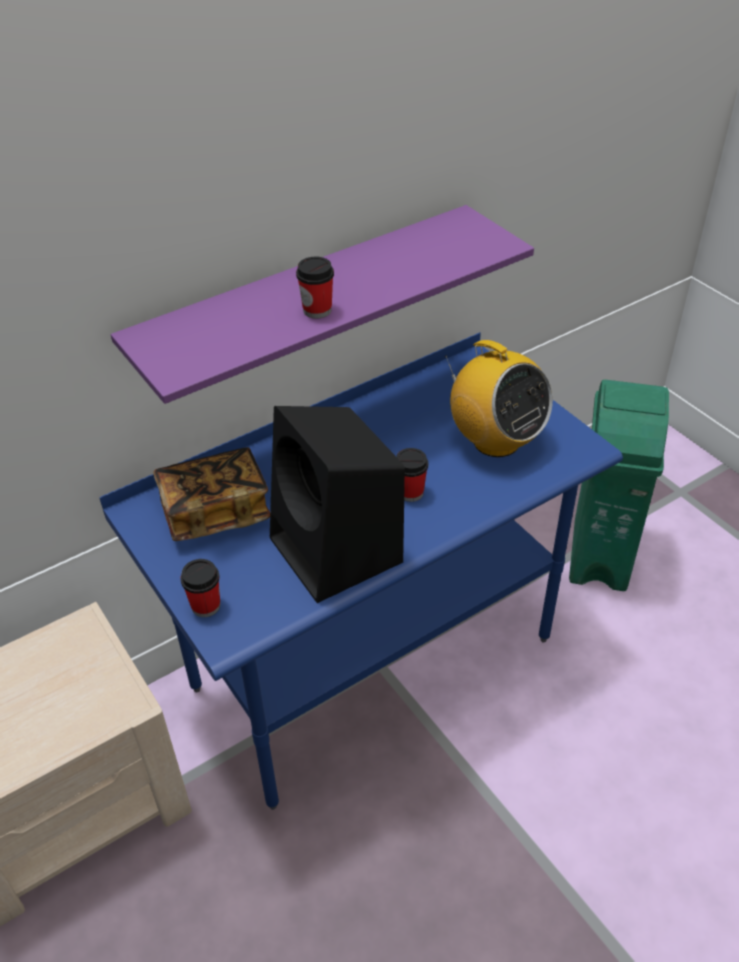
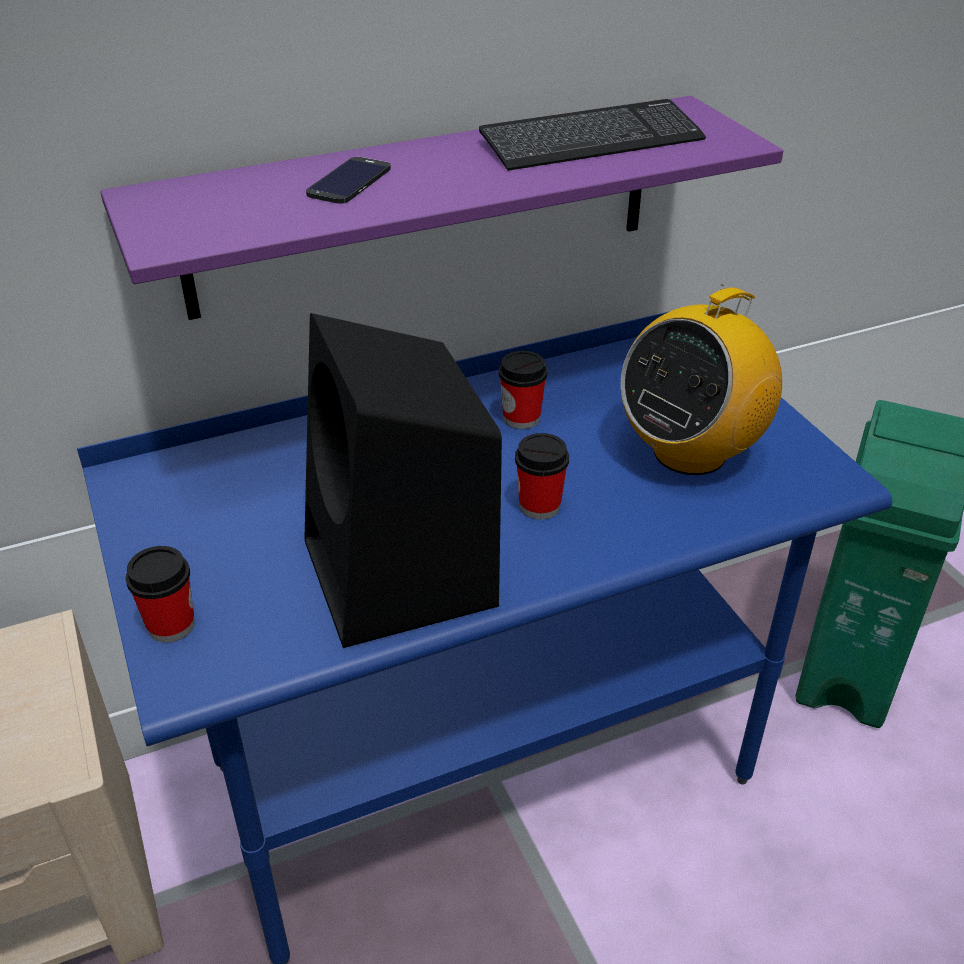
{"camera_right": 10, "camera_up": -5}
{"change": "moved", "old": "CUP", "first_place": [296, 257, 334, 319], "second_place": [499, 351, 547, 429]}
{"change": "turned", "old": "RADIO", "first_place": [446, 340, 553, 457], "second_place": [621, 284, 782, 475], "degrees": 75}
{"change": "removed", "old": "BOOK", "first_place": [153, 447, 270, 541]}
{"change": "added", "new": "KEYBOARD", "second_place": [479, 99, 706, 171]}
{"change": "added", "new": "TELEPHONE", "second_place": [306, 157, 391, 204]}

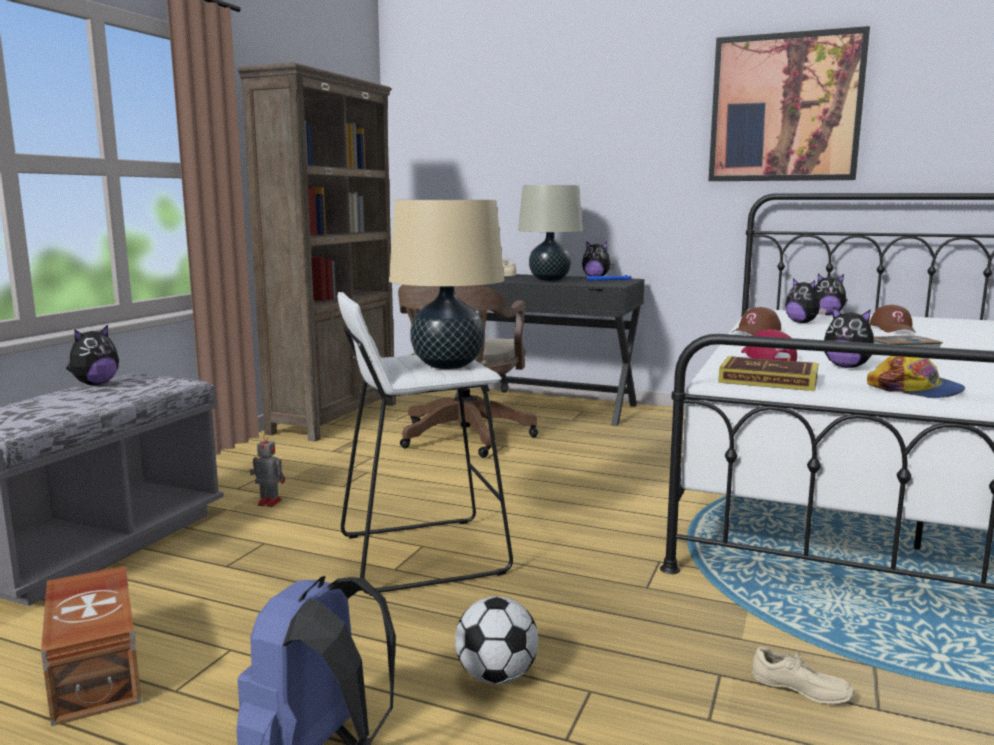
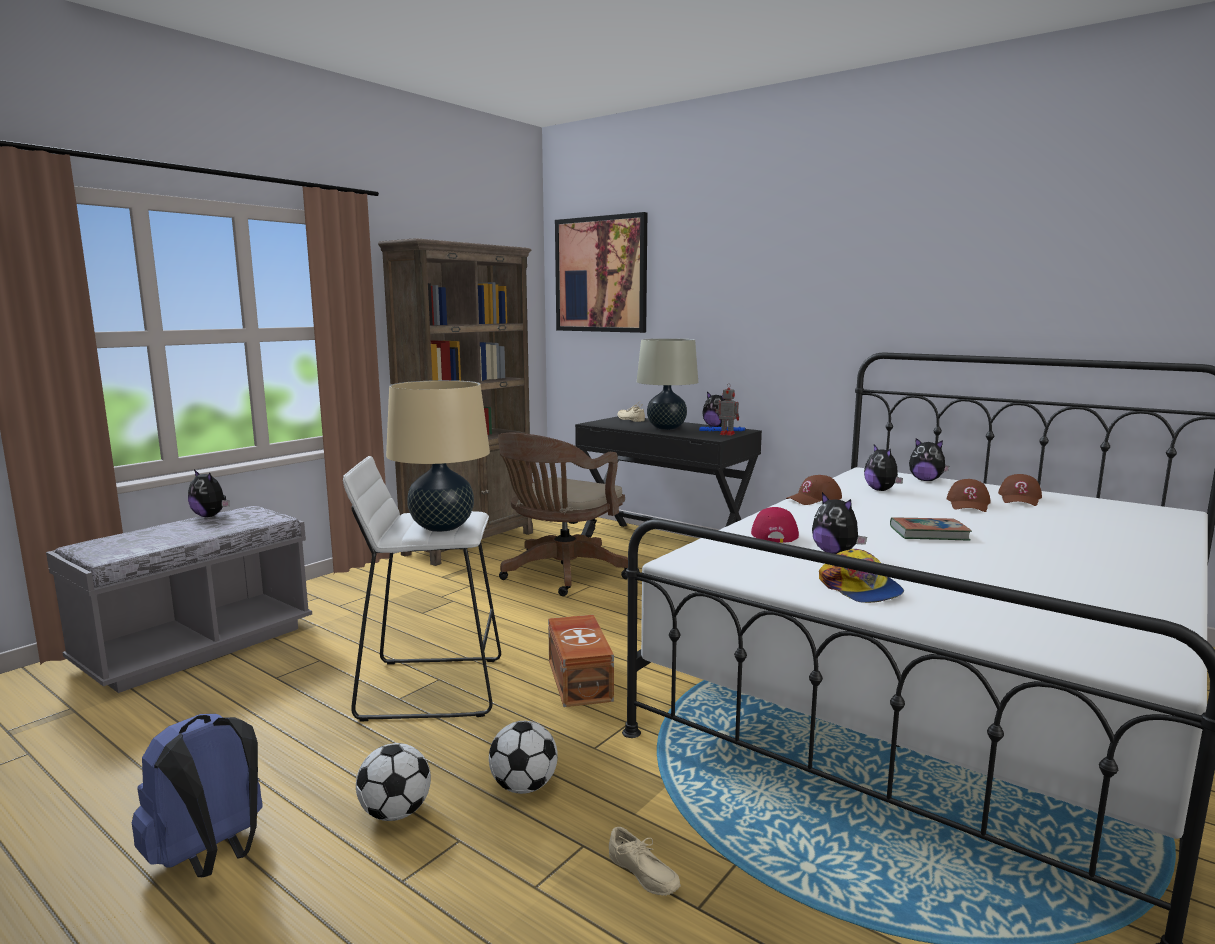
{"camera_right": 15, "camera_up": 0}
{"change": "moved", "old": "WALL PICTURE", "first_place": [708, 26, 870, 181], "second_place": [555, 212, 647, 333]}
{"change": "turned", "old": "PLUSH TOY", "first_place": [66, 325, 119, 385], "second_place": [188, 470, 230, 517], "degrees": 75}
{"change": "removed", "old": "BOOK", "first_place": [718, 356, 819, 391]}
{"change": "moved", "old": "ROBOT FIGURE", "first_place": [250, 434, 285, 507], "second_place": [716, 383, 739, 436]}
{"change": "moved", "old": "BROWNISH STORAGE BOX", "first_place": [41, 566, 142, 726], "second_place": [548, 615, 614, 707]}
{"change": "added", "new": "BROWNISH CAP", "second_place": [998, 474, 1042, 506]}
{"change": "added", "new": "BALL FOR FOOTBALL", "second_place": [489, 721, 558, 794]}

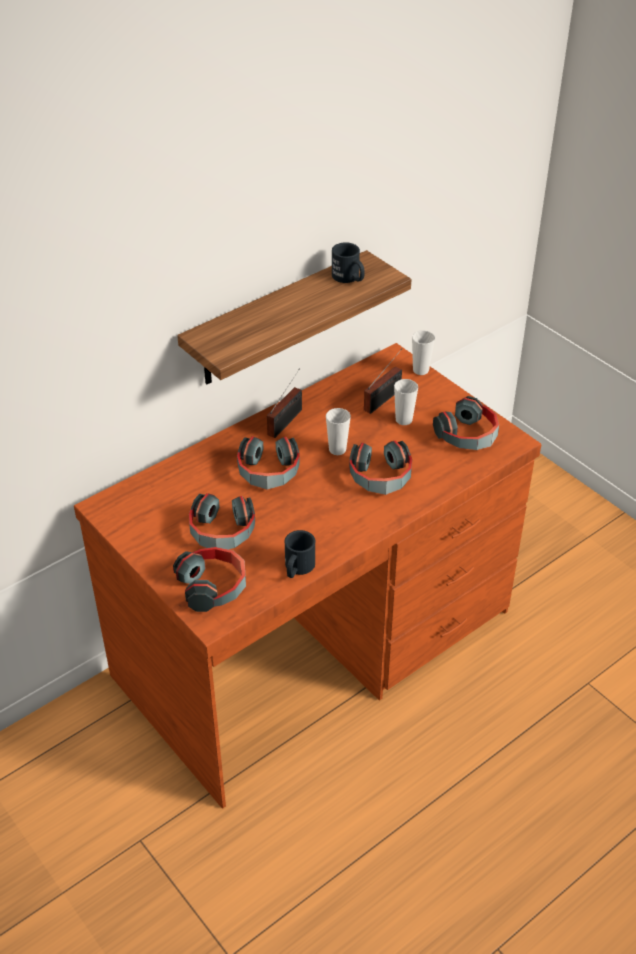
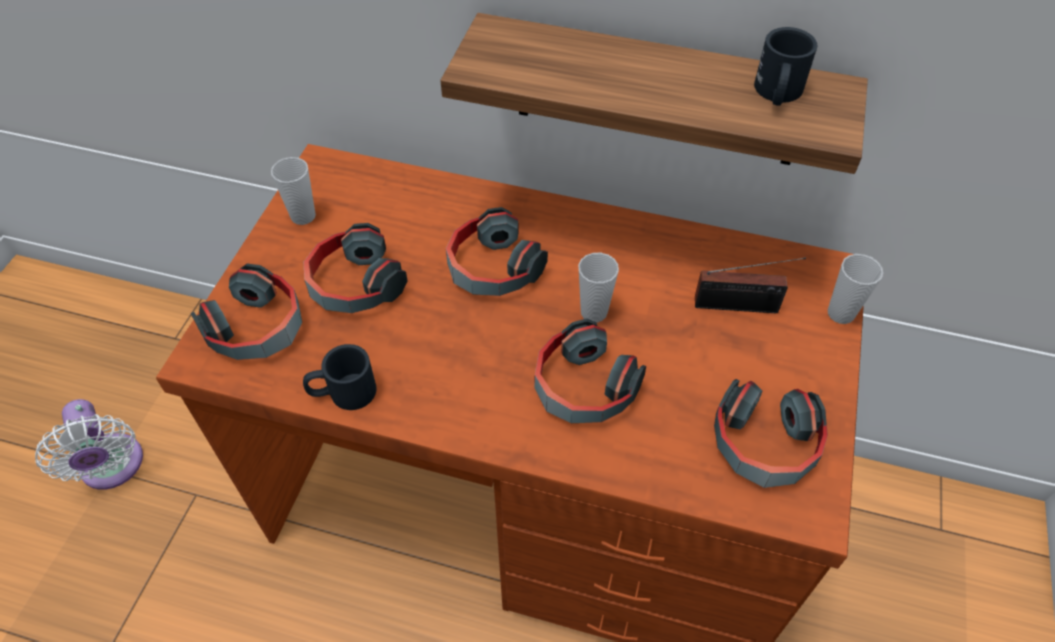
{"camera_right": 55, "camera_up": 10}
{"change": "removed", "old": "RADIO", "first_place": [267, 368, 302, 438]}
{"change": "moved", "old": "CUP", "first_place": [394, 379, 418, 425], "second_place": [271, 157, 316, 225]}
{"change": "added", "new": "WHITE-COLOURED ELECTRIC FAN", "second_place": [35, 399, 143, 490]}

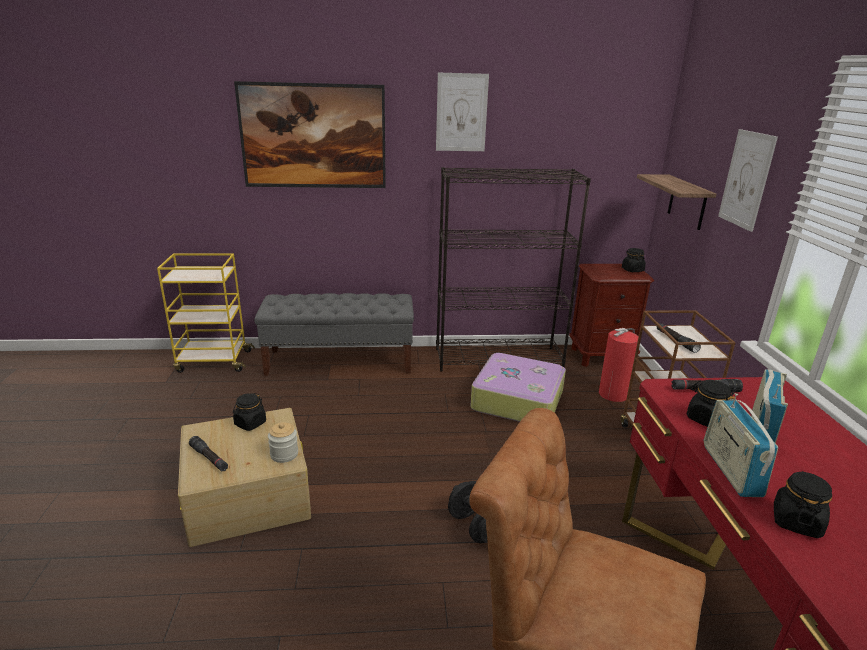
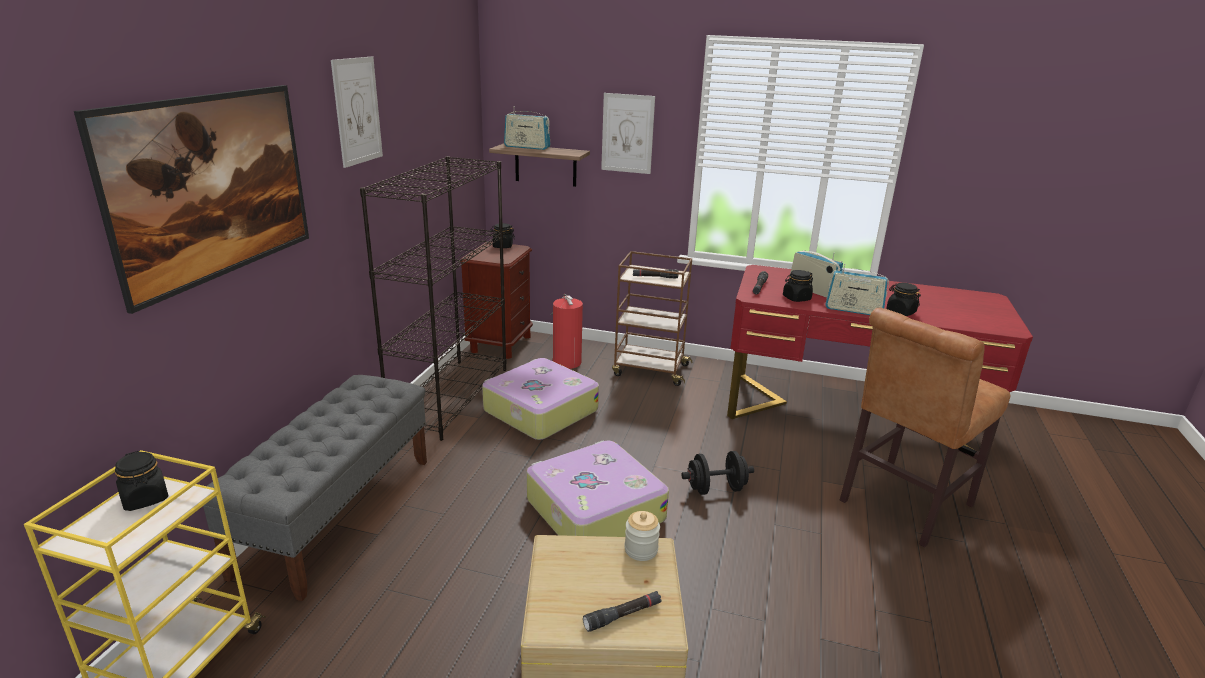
{"camera_right": -70, "camera_up": 0}
{"change": "moved", "old": "BLACKISH PRESERVE JAR", "first_place": [233, 393, 266, 431], "second_place": [115, 451, 168, 511]}
{"change": "added", "new": "RADIO", "second_place": [504, 111, 550, 150]}
{"change": "added", "new": "TRAVEL CASE", "second_place": [527, 440, 669, 537]}

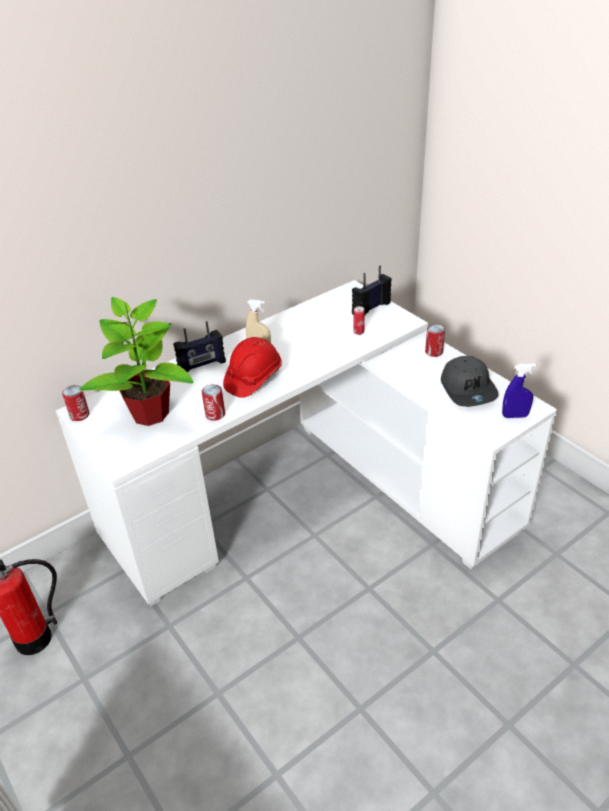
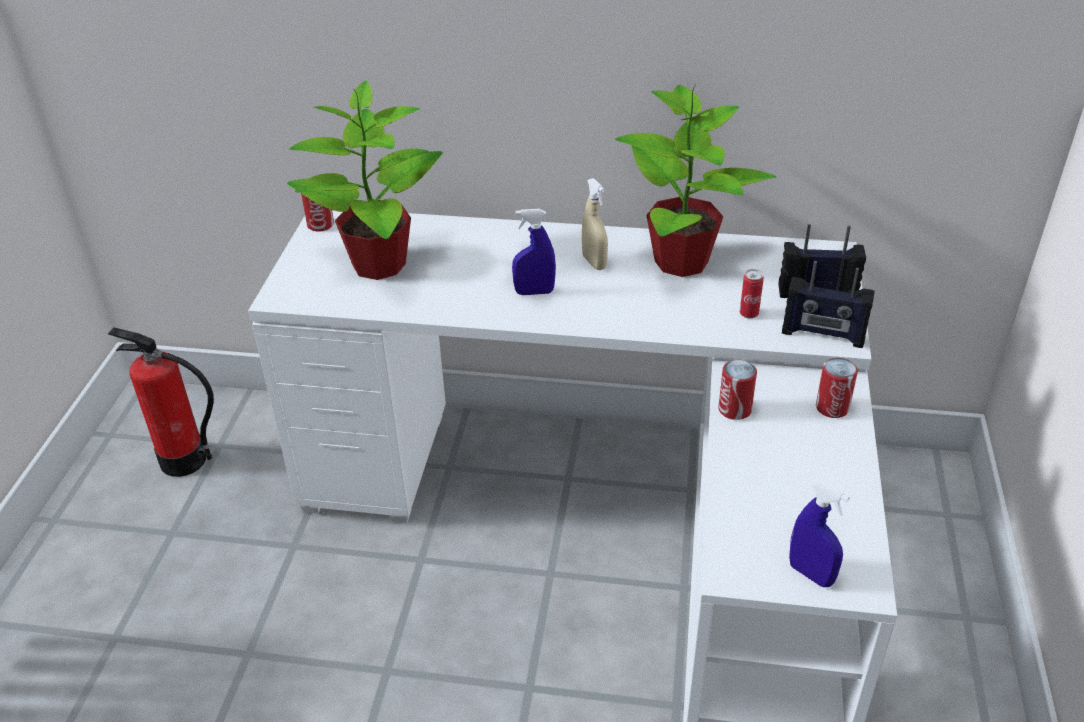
{"camera_right": 45, "camera_up": 0}
{"change": "moved", "old": "RADIO", "first_place": [173, 321, 226, 373], "second_place": [782, 261, 875, 348]}
{"change": "replaced", "old": "REDDISH WORK HELMET", "new": "BLUISH SPRAYER", "first_place": [223, 337, 282, 398], "second_place": [512, 209, 556, 295]}
{"change": "removed", "old": "GREY CAP", "first_place": [441, 356, 499, 407]}
{"change": "moved", "old": "METAL CAN", "first_place": [202, 384, 225, 421], "second_place": [718, 360, 757, 420]}
{"change": "added", "new": "PLANT IN A POT", "second_place": [615, 85, 777, 277]}

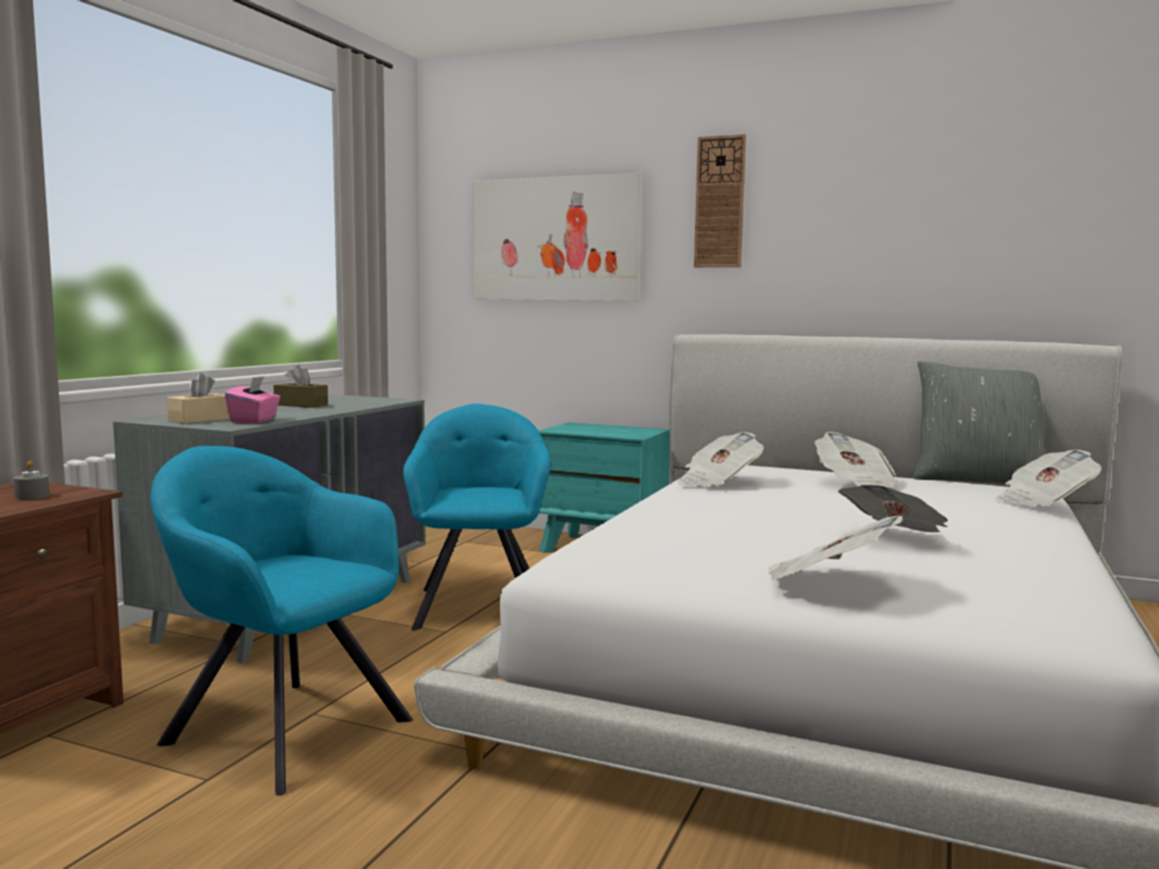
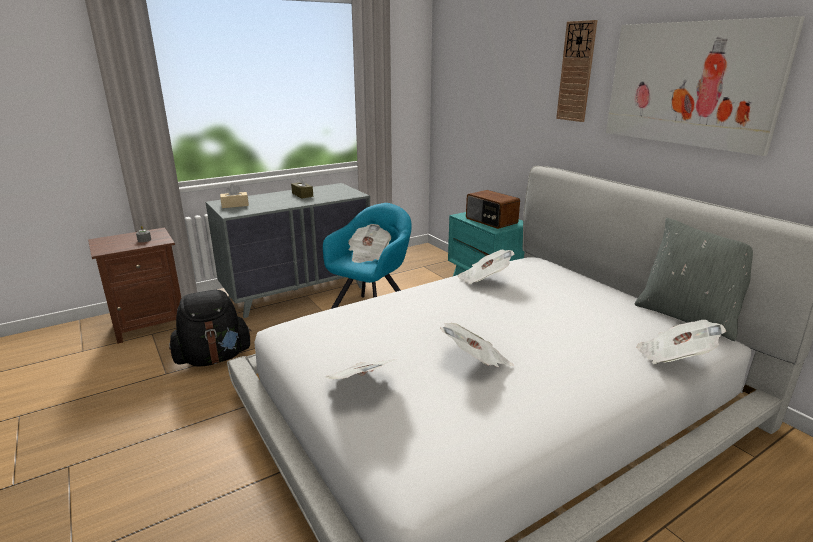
{"camera_right": 35, "camera_up": 15}
{"change": "moved", "old": "WALL PICTURE", "first_place": [473, 173, 643, 301], "second_place": [606, 16, 805, 156]}
{"change": "removed", "old": "PINKISH TISSUE BOX", "first_place": [225, 376, 280, 423]}
{"change": "moved", "old": "DAILY PAPER", "first_place": [814, 432, 899, 488], "second_place": [348, 224, 391, 263]}
{"change": "replaced", "old": "TURQUOISE EASY CHAIR", "new": "BLACKISH BACKPACK", "first_place": [150, 446, 413, 796], "second_place": [169, 290, 251, 367]}
{"change": "added", "new": "RADIO", "second_place": [466, 190, 520, 229]}

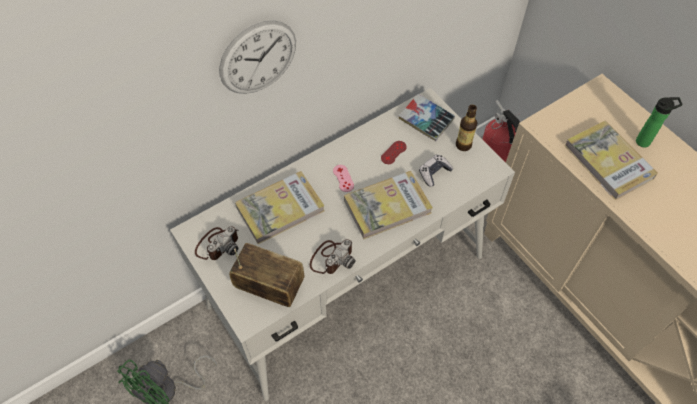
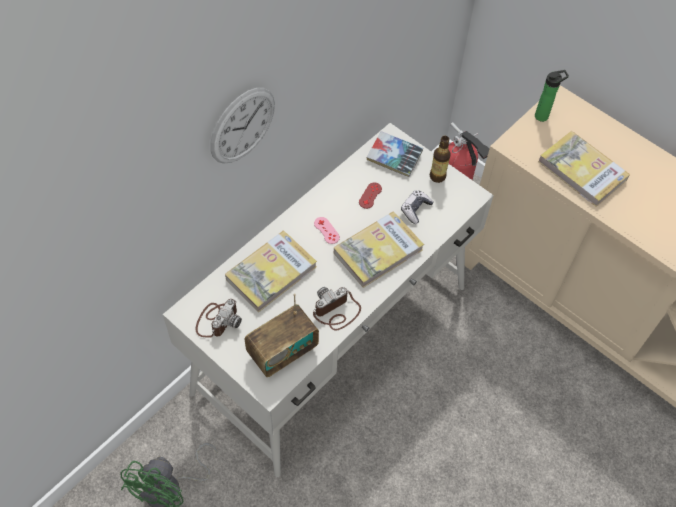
{"camera_right": -15, "camera_up": 0}
{"change": "moved", "old": "BEVERAGE BOTTLE", "first_place": [636, 97, 682, 147], "second_place": [535, 70, 569, 122]}
{"change": "turned", "old": "STILL CAMERA", "first_place": [310, 239, 355, 274], "second_place": [313, 287, 361, 330], "degrees": -150}
{"change": "turned", "old": "RADIO", "first_place": [229, 243, 304, 307], "second_place": [245, 293, 319, 377], "degrees": 135}

